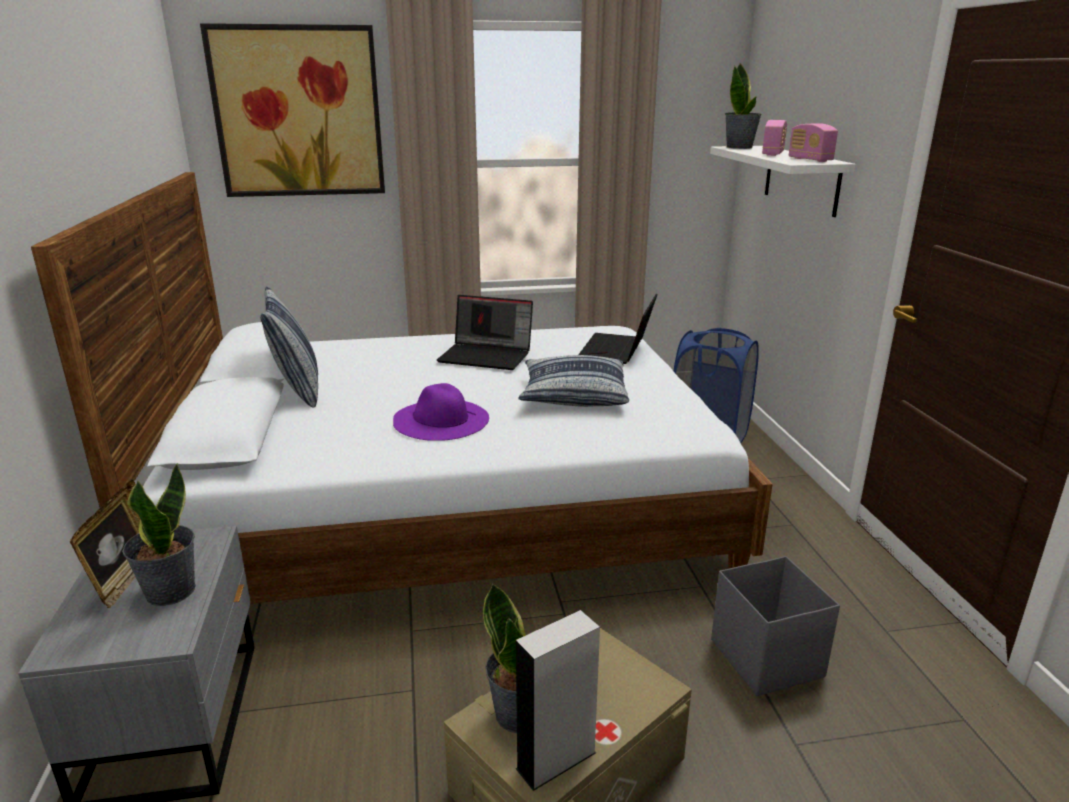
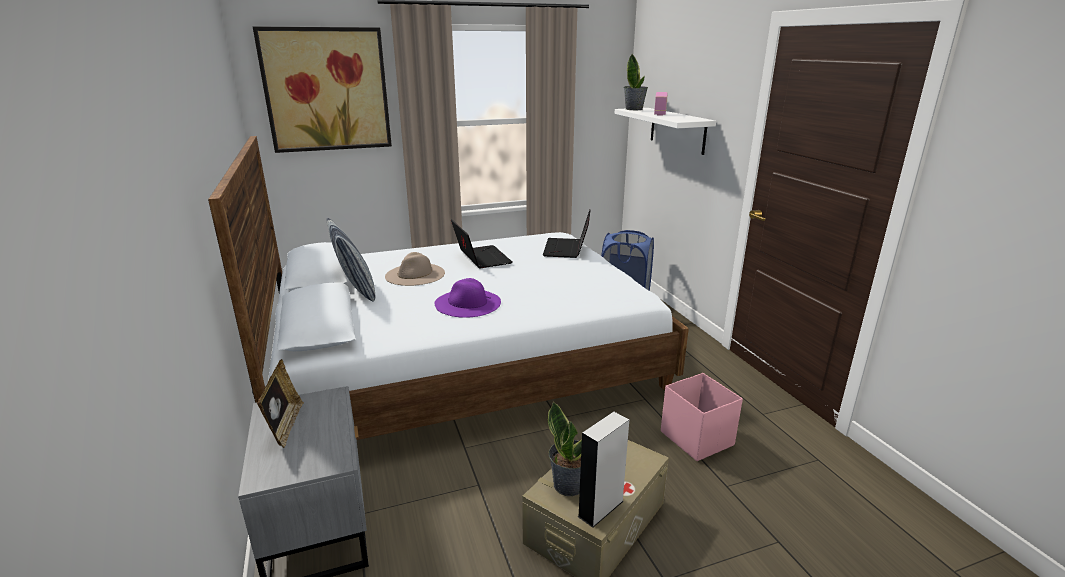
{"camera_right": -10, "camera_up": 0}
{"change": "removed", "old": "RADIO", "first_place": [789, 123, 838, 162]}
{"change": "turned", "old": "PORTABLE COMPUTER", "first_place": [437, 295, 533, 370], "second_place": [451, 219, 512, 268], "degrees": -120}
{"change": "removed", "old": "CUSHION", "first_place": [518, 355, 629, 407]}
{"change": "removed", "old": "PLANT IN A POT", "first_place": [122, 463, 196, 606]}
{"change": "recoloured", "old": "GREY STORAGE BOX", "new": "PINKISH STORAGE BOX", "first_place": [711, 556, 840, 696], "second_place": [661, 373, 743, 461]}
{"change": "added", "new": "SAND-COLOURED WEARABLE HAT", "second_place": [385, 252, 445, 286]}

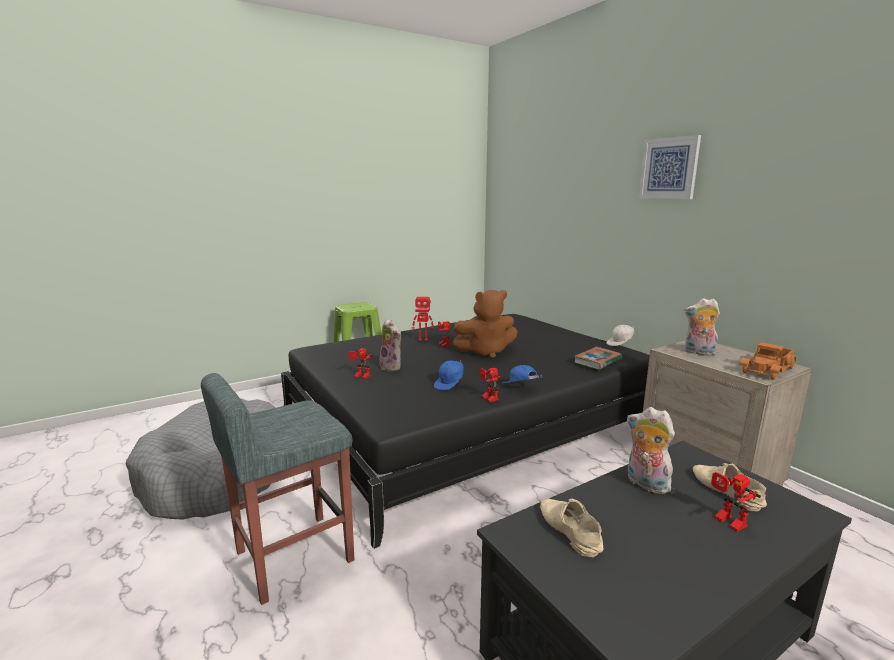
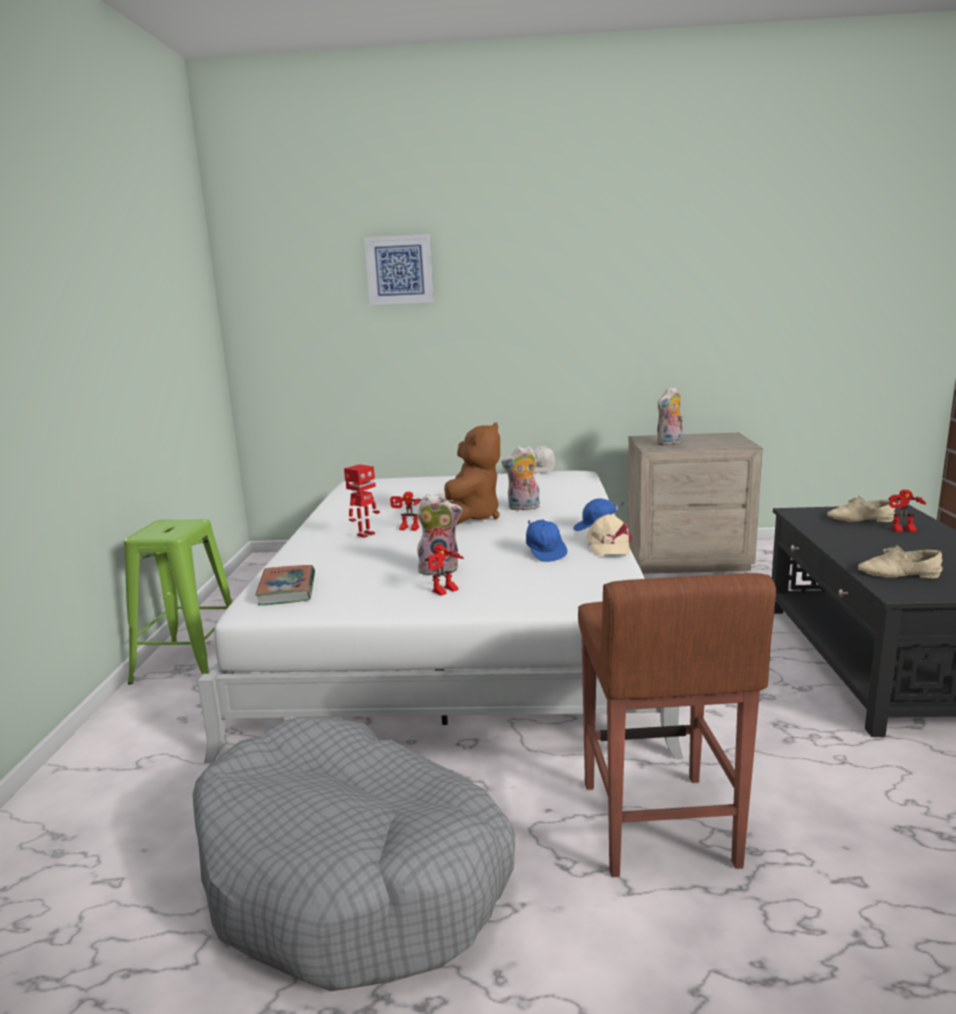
{"camera_right": -55, "camera_up": 0}
{"change": "moved", "old": "WALL PICTURE", "first_place": [639, 135, 701, 199], "second_place": [364, 234, 434, 305]}
{"change": "recoloured", "old": "BLACKISH BED", "new": "WHITE-COLOURED BED", "first_place": [281, 314, 650, 549], "second_place": [198, 471, 683, 763]}
{"change": "removed", "old": "TOY LORRY", "first_place": [739, 342, 796, 380]}
{"change": "moved", "old": "BOOK", "first_place": [574, 347, 622, 370], "second_place": [255, 565, 315, 605]}
{"change": "replaced", "old": "ROBOT FIGURE", "new": "SAND-COLOURED CAP", "first_place": [479, 368, 502, 402], "second_place": [586, 514, 632, 555]}
{"change": "recoloured", "old": "GREY SITTING STOOL", "new": "BROWNISH SITTING STOOL", "first_place": [201, 373, 354, 605], "second_place": [578, 573, 776, 877]}
{"change": "moved", "old": "PLUSH TOY", "first_place": [626, 407, 675, 494], "second_place": [501, 446, 540, 511]}

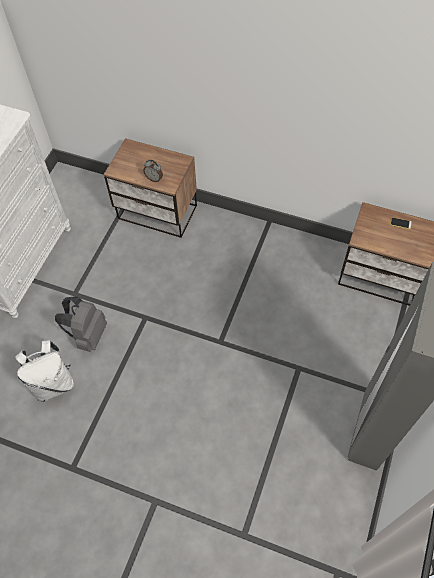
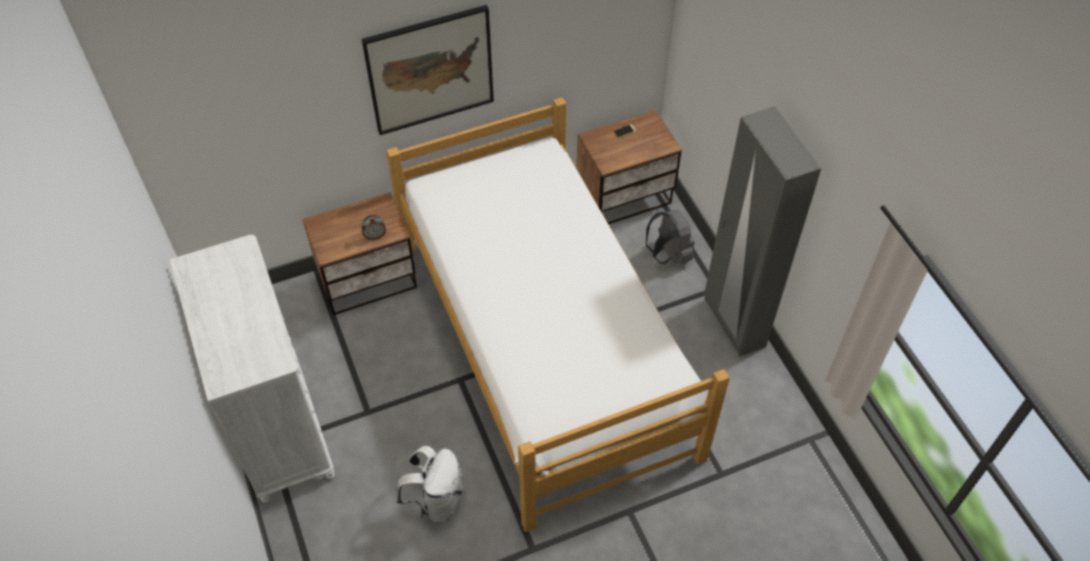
{"camera_right": -45, "camera_up": -5}
{"change": "moved", "old": "GREY BACKPACK", "first_place": [55, 296, 107, 352], "second_place": [646, 209, 695, 264]}
{"change": "added", "new": "WALL PICTURE", "second_place": [362, 5, 494, 135]}
{"change": "added", "new": "BED", "second_place": [386, 97, 730, 532]}

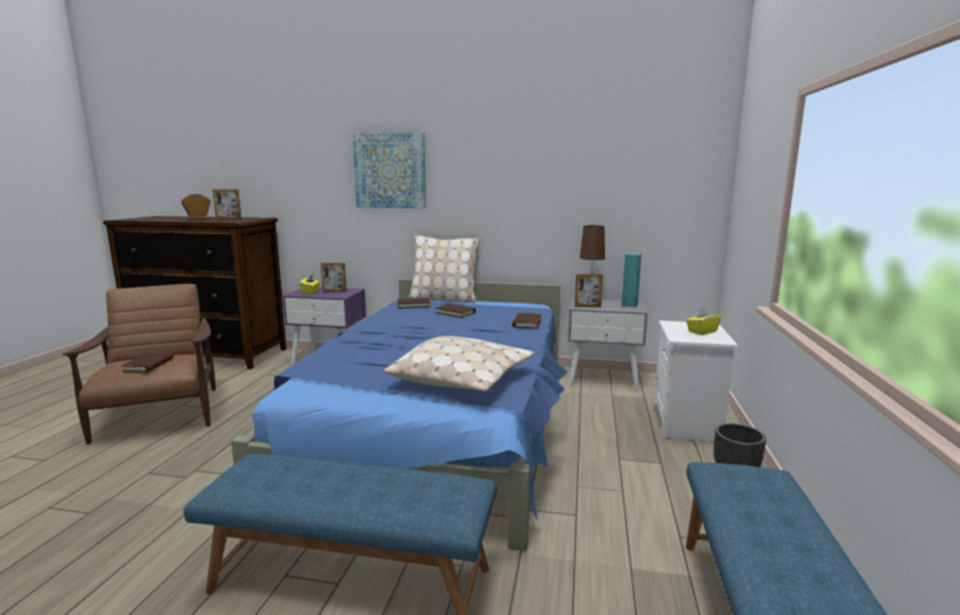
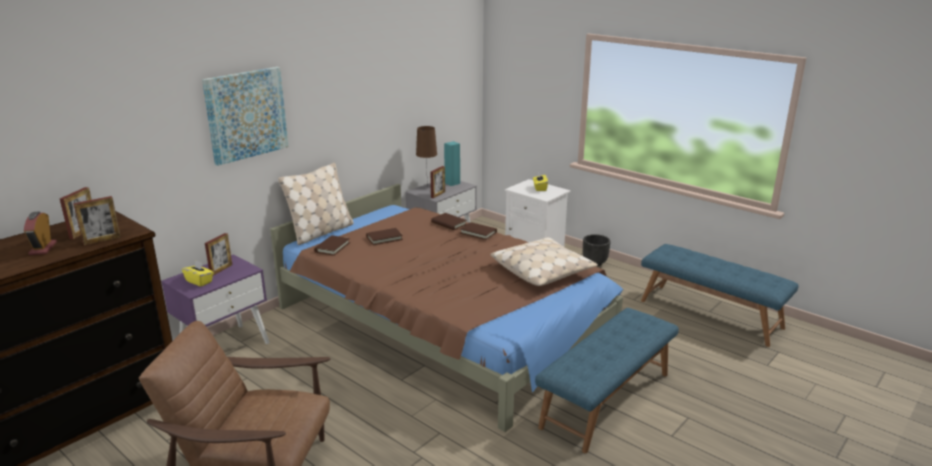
{"camera_right": -60, "camera_up": 10}
{"change": "recoloured", "old": "BLUISH BED", "new": "BROWNISH BED", "first_place": [231, 279, 568, 551], "second_place": [270, 184, 623, 432]}
{"change": "moved", "old": "BROWNISH BOOK", "first_place": [122, 353, 174, 372], "second_place": [460, 222, 497, 240]}
{"change": "added", "new": "STANDING FRAME", "second_place": [73, 196, 121, 246]}

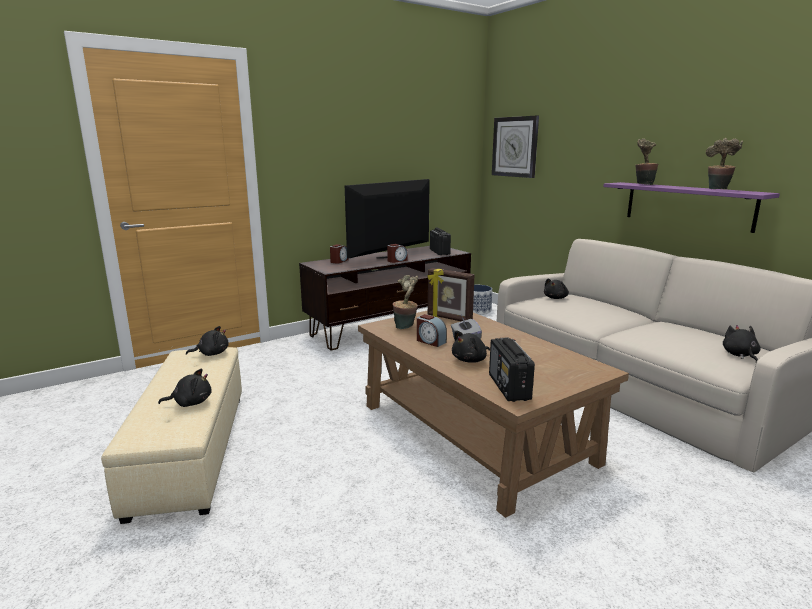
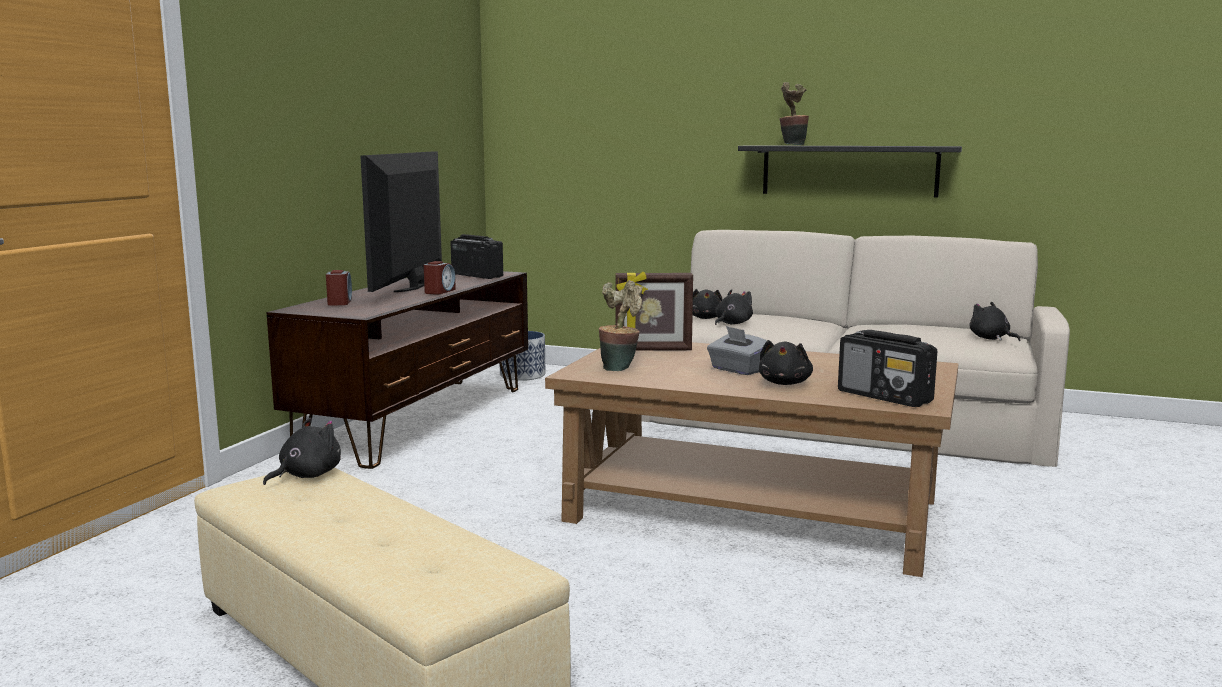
{"camera_right": -35, "camera_up": -5}
{"change": "removed", "old": "WALL CLOCK", "first_place": [492, 116, 539, 178]}
{"change": "removed", "old": "PLANT IN A POT", "first_place": [706, 138, 743, 189]}
{"change": "recoloured", "old": "PURPLISH BRACKET SHELF", "new": "BLACKISH BRACKET SHELF", "first_place": [603, 182, 780, 233], "second_place": [738, 145, 962, 197]}
{"change": "removed", "old": "BEDSIDE CLOCK", "first_place": [417, 314, 447, 347]}
{"change": "moved", "old": "BLACKISH PLUSH TOY", "first_place": [158, 369, 212, 407], "second_place": [715, 289, 753, 325]}

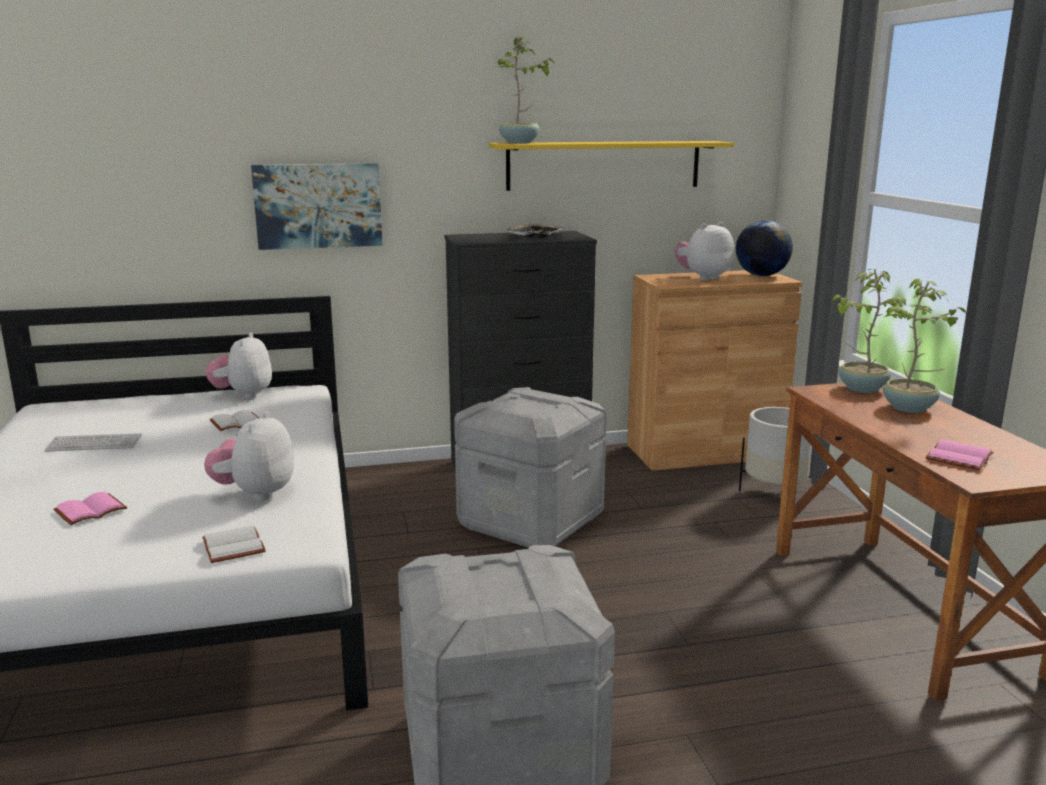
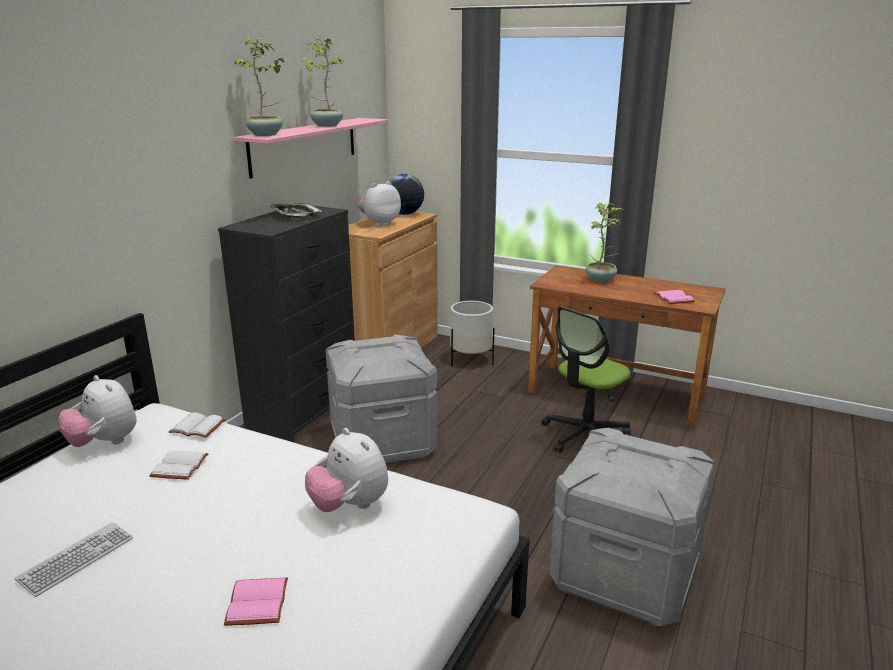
{"camera_right": -50, "camera_up": 5}
{"change": "recoloured", "old": "YELLOW BRACKET SHELF", "new": "PINKISH BRACKET SHELF", "first_place": [489, 141, 734, 191], "second_place": [234, 118, 388, 179]}
{"change": "removed", "old": "WALL PICTURE", "first_place": [251, 163, 383, 250]}
{"change": "turned", "old": "PLUSH TOY", "first_place": [674, 222, 734, 281], "second_place": [357, 181, 401, 226], "degrees": 45}
{"change": "moved", "old": "PLANT IN A POT", "first_place": [831, 269, 906, 393], "second_place": [302, 39, 343, 127]}
{"change": "moved", "old": "WHITE-COLOURED BOOK", "first_place": [202, 525, 266, 563], "second_place": [169, 412, 225, 438]}
{"change": "added", "new": "OFFICE CHAIR", "second_place": [542, 306, 631, 453]}

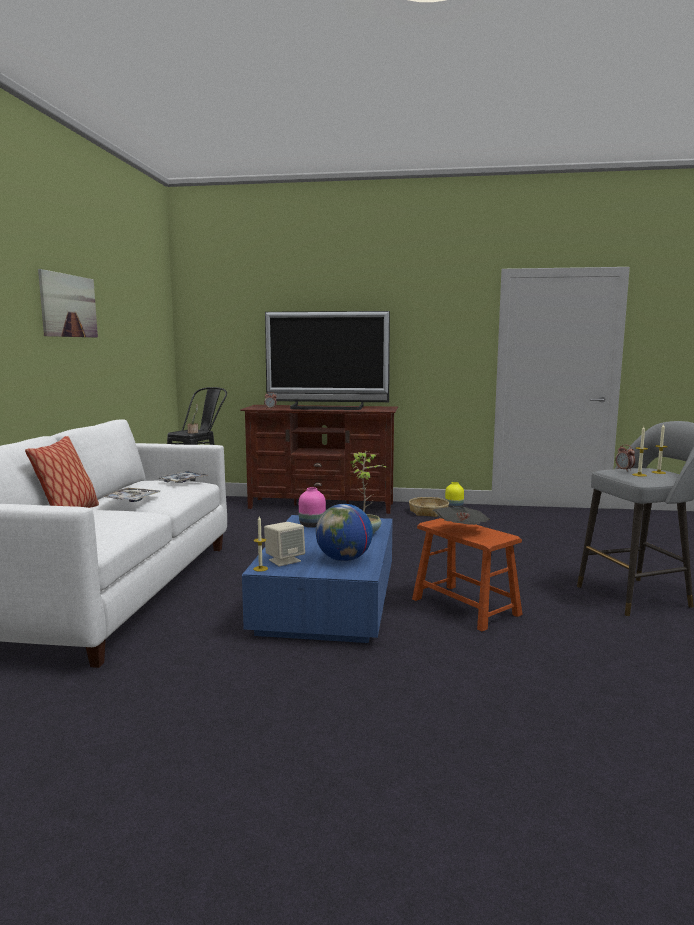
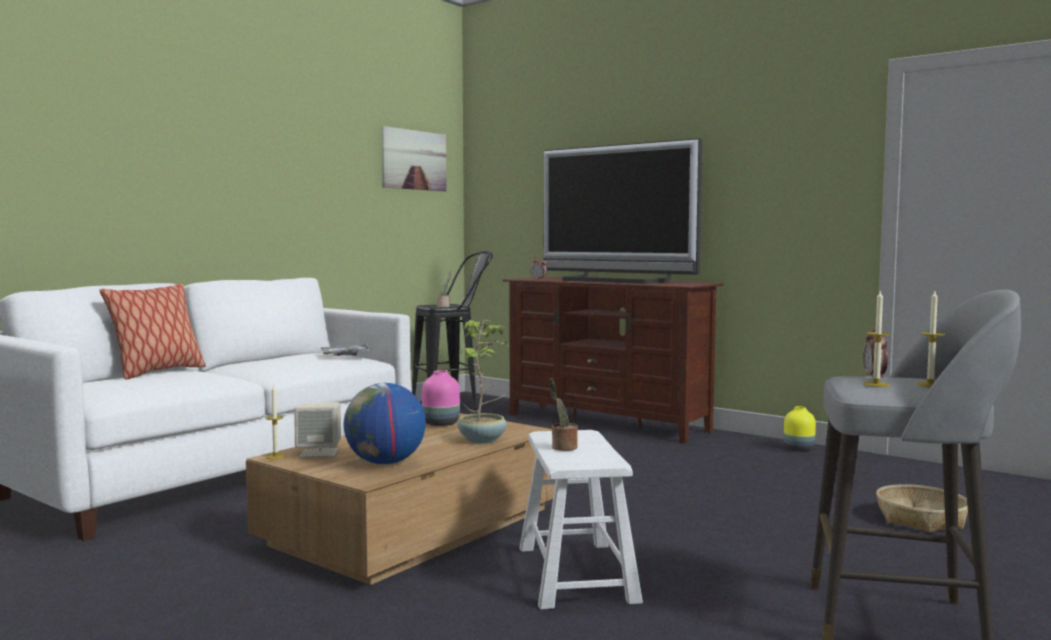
{"camera_right": 30, "camera_up": -5}
{"change": "moved", "old": "WALL PICTURE", "first_place": [38, 269, 98, 338], "second_place": [381, 126, 447, 191]}
{"change": "removed", "old": "SERVING TRAY", "first_place": [102, 488, 160, 502]}
{"change": "moved", "old": "STORAGE BASKET", "first_place": [409, 497, 449, 517], "second_place": [876, 484, 968, 533]}
{"change": "replaced", "old": "DAILY PAPER", "new": "PLANT IN A POT", "first_place": [433, 506, 490, 525], "second_place": [549, 378, 578, 451]}
{"change": "recoloured", "old": "BLUISH COFFEE TABLE", "new": "BROWNISH COFFEE TABLE", "first_place": [242, 515, 393, 643], "second_place": [246, 413, 555, 585]}
{"change": "recoloured", "old": "BROWNISH SITTING STOOL", "new": "WHITE-COLOURED SITTING STOOL", "first_place": [412, 518, 523, 631], "second_place": [520, 430, 643, 609]}

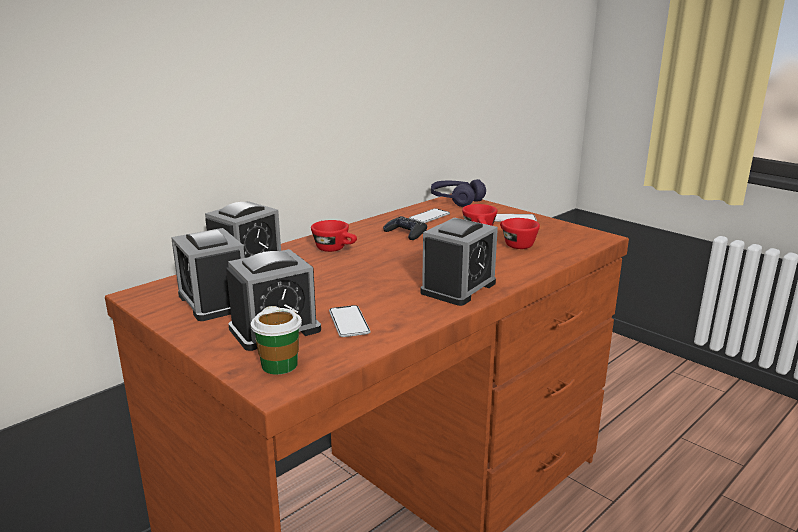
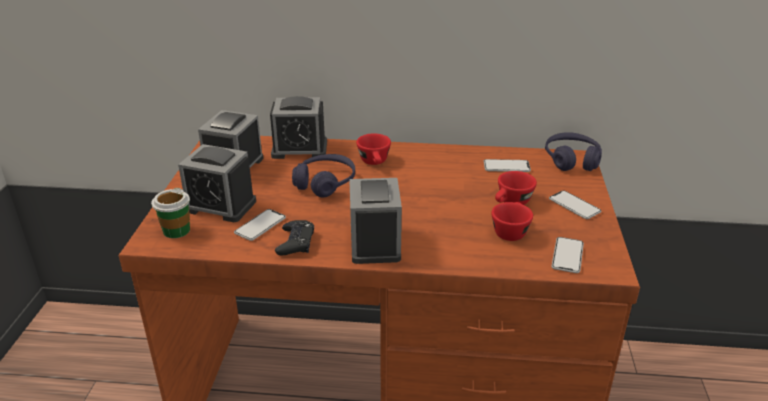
{"camera_right": 50, "camera_up": 10}
{"change": "moved", "old": "BLACKISH GAMEPAD", "first_place": [383, 216, 427, 240], "second_place": [275, 220, 314, 255]}
{"change": "turned", "old": "BEDSIDE CLOCK", "first_place": [421, 217, 498, 306], "second_place": [349, 178, 402, 264], "degrees": 90}
{"change": "added", "new": "PURPLISH HEADPHONES", "second_place": [292, 154, 355, 197]}
{"change": "added", "new": "TELEPHONE", "second_place": [552, 237, 584, 273]}

